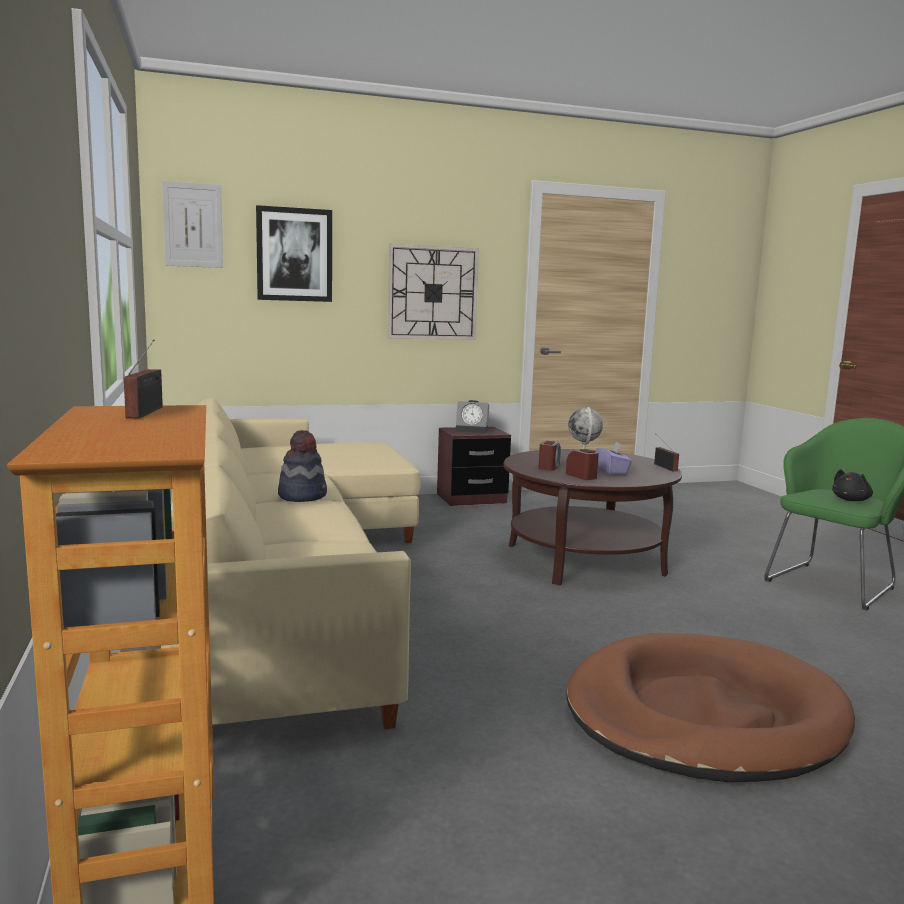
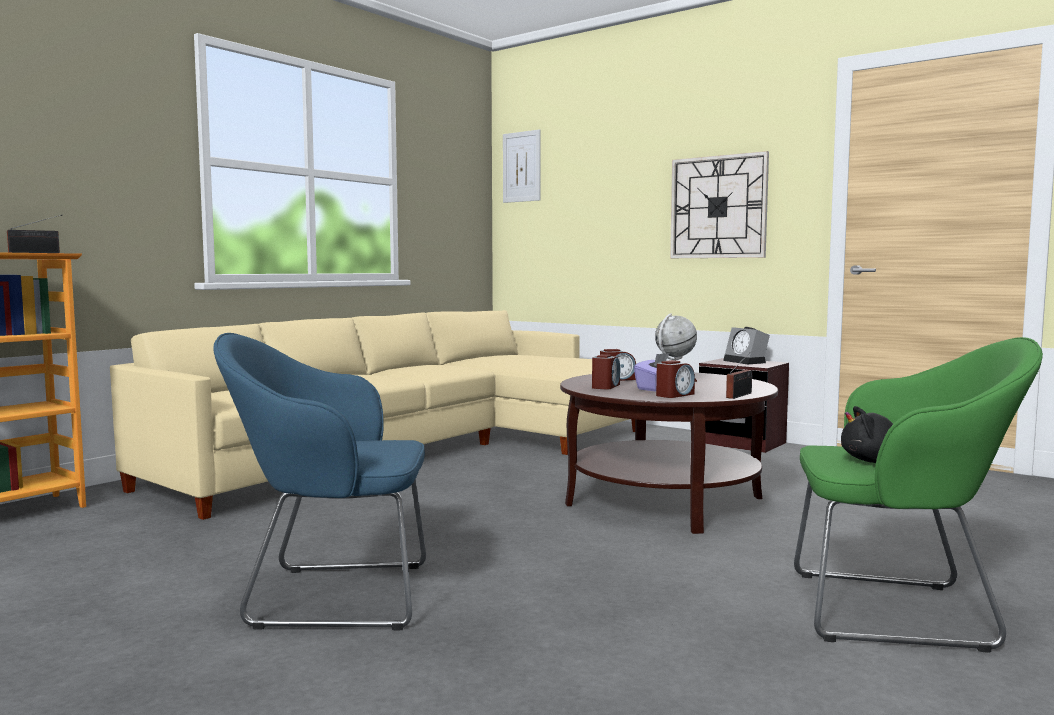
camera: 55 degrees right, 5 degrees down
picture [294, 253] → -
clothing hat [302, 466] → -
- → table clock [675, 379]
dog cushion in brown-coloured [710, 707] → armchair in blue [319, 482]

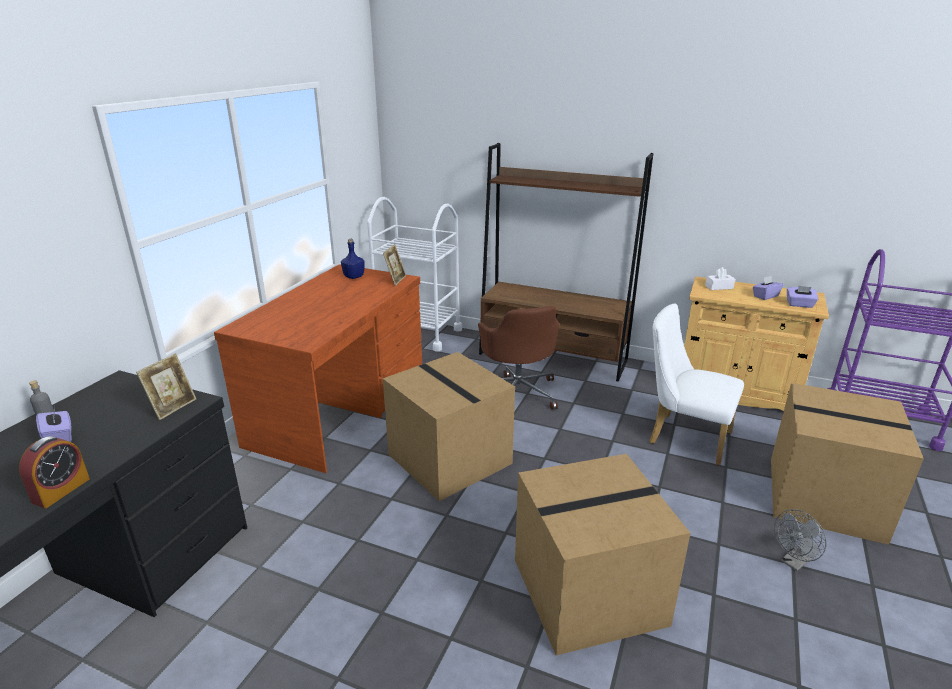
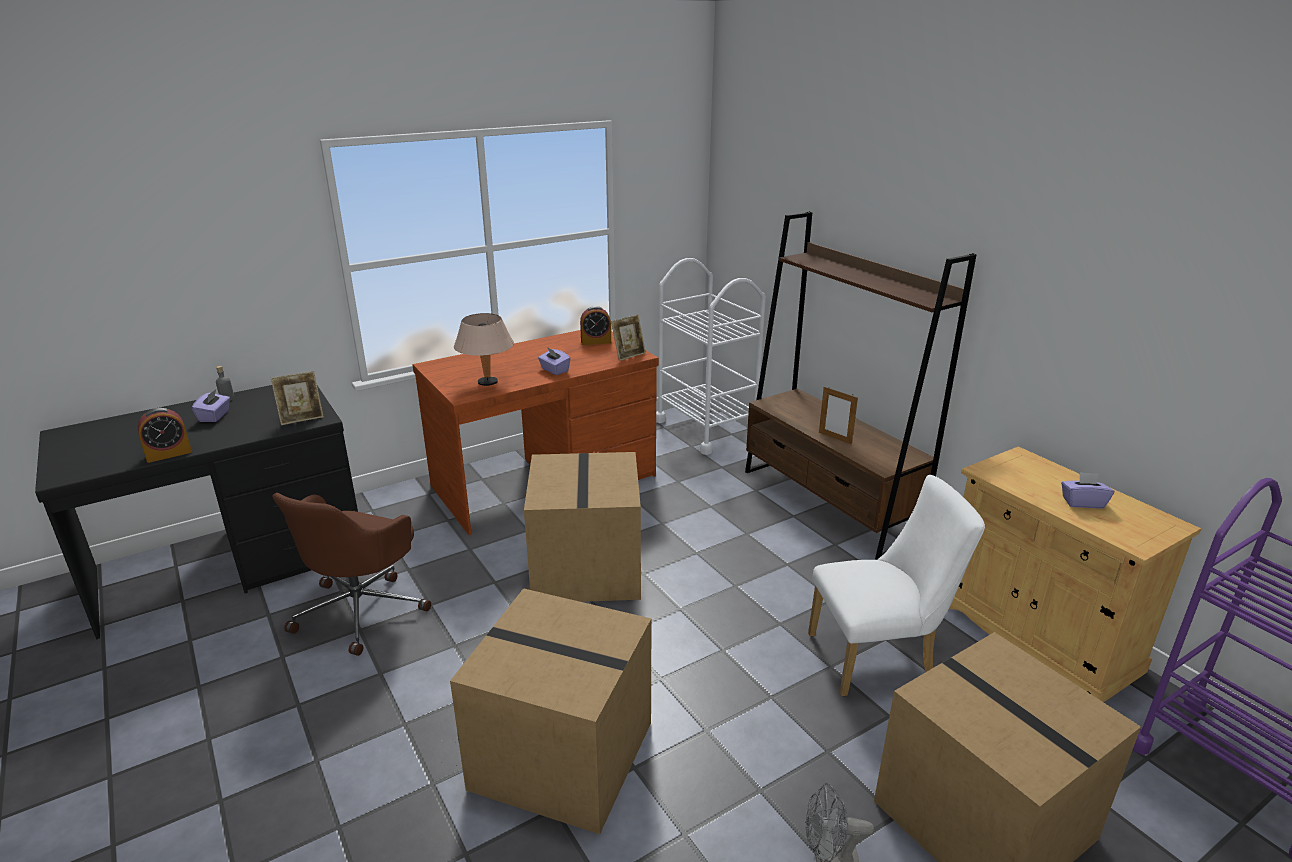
camera: 35 degrees right, 0 degrees up
box of tissues in whitish [720, 278] → -
- → lamp for a table in sand-coloured [484, 349]
- → picture frame [838, 416]
office chair in brown-coloured [518, 357] → office chair in brown-coloured [351, 574], shifted
box of tissues in purple [802, 297] → box of tissues in purple [554, 361], shifted
drink bottle in blue [353, 259] → table clock [595, 325]
plain chair in whitish [697, 384] → plain chair in whitish [896, 585], 105 degrees clockwise

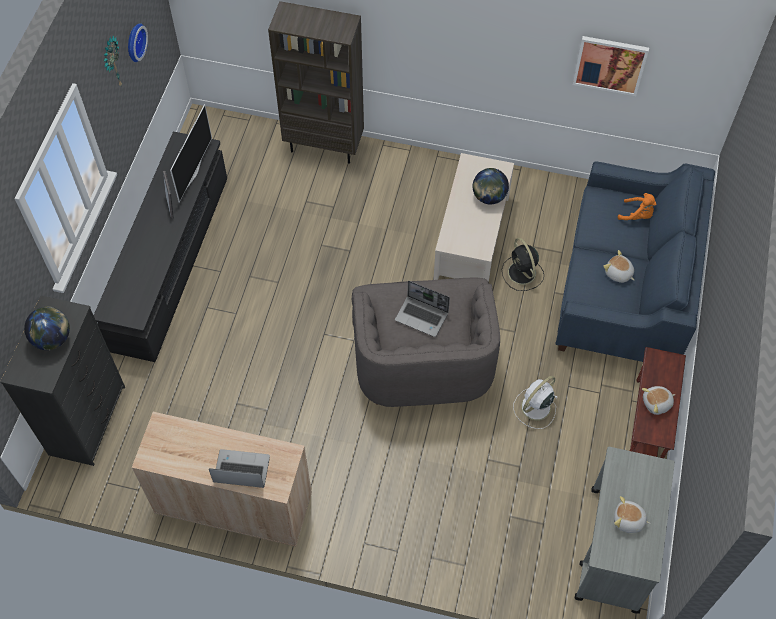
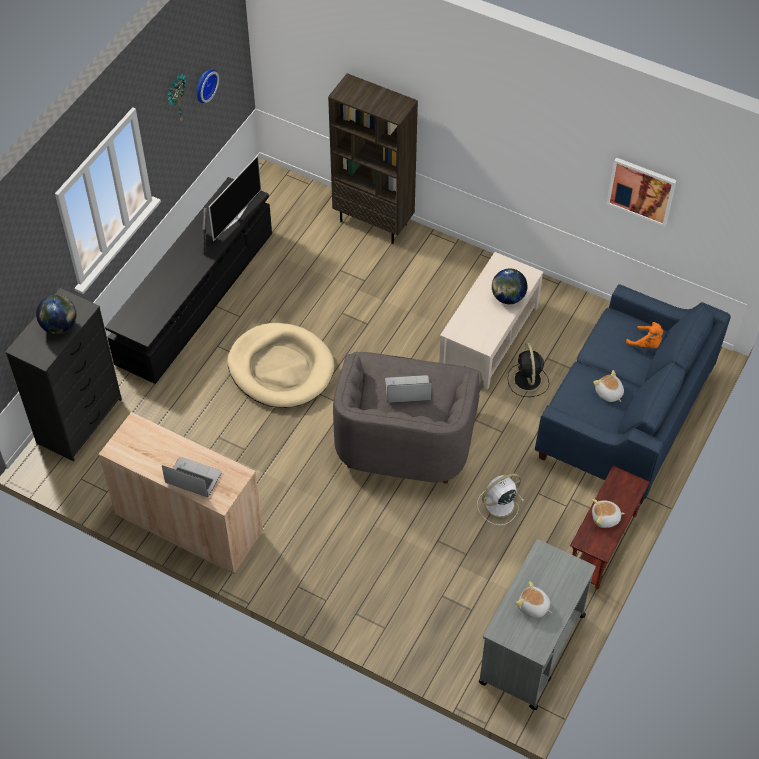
camera: 15 degrees right, 5 degrees down
- → dog cushion in sand-coloured [280, 365]
laptop [422, 309] → laptop [408, 389], 135 degrees clockwise

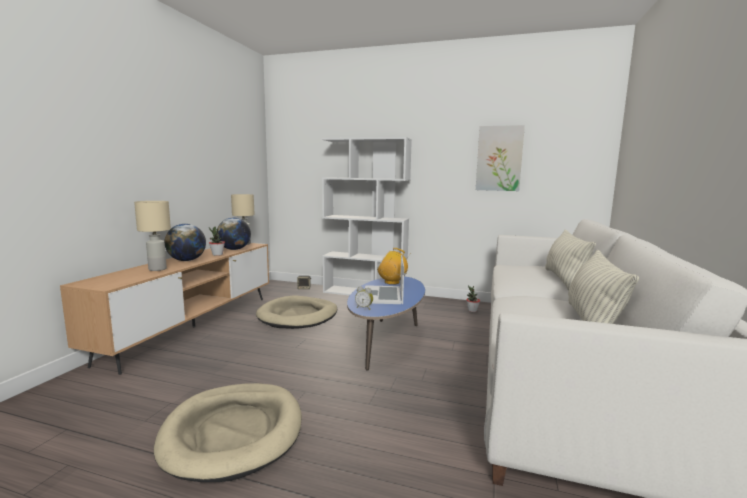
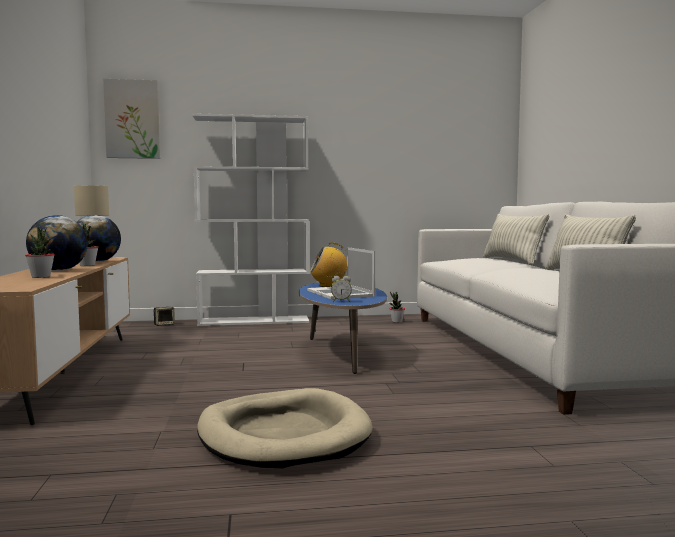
camera: 25 degrees left, 5 degrees down
dog cushion in sand-coloured [296, 312] → -
picture [500, 158] → picture [131, 119], shifted
lamp for a table in sand-coloured [152, 236] → potted plant [40, 252]

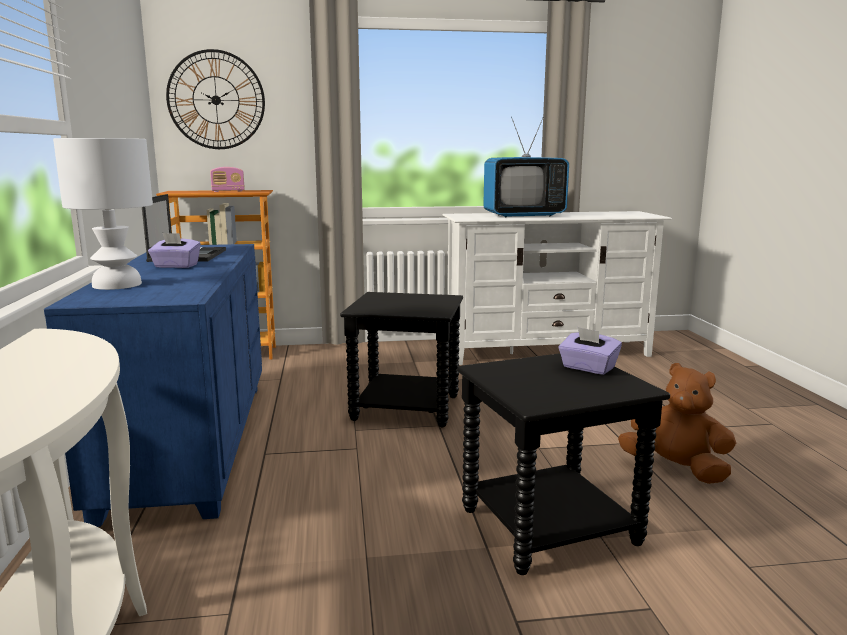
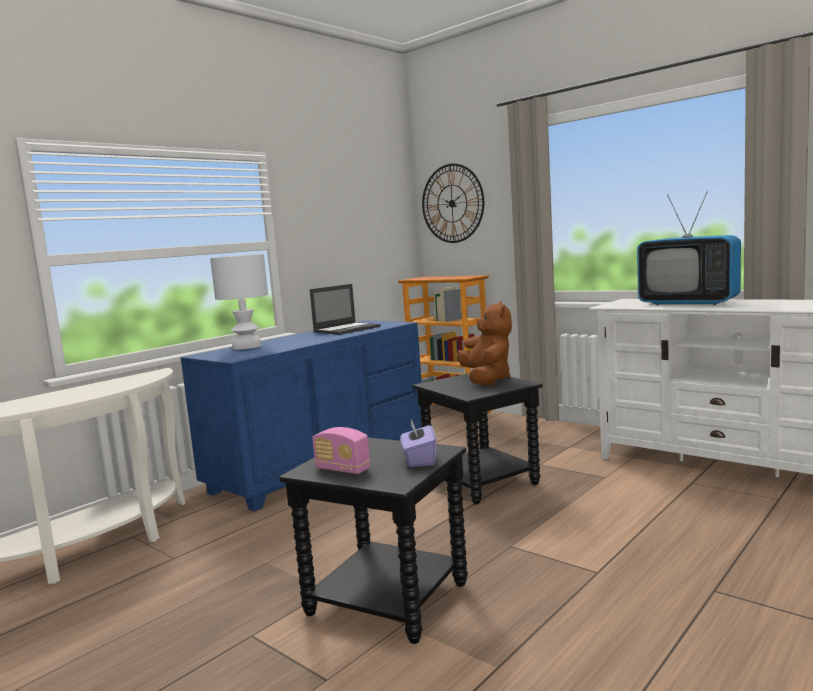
camera: 50 degrees right, 5 degrees down
box of tissues in purple [174, 250] → -
radio [227, 179] → radio [341, 450], shifted
plush toy in brown-coloured [677, 423] → plush toy in brown-coloured [484, 343], shifted

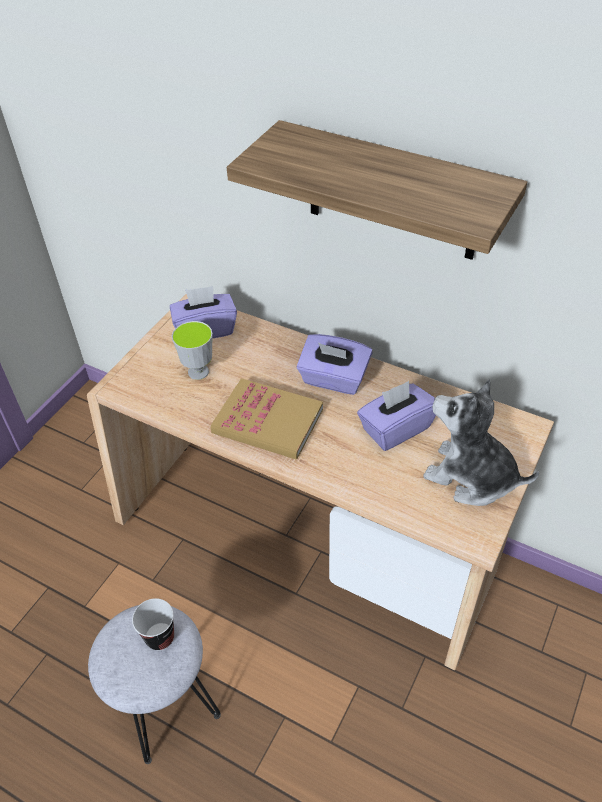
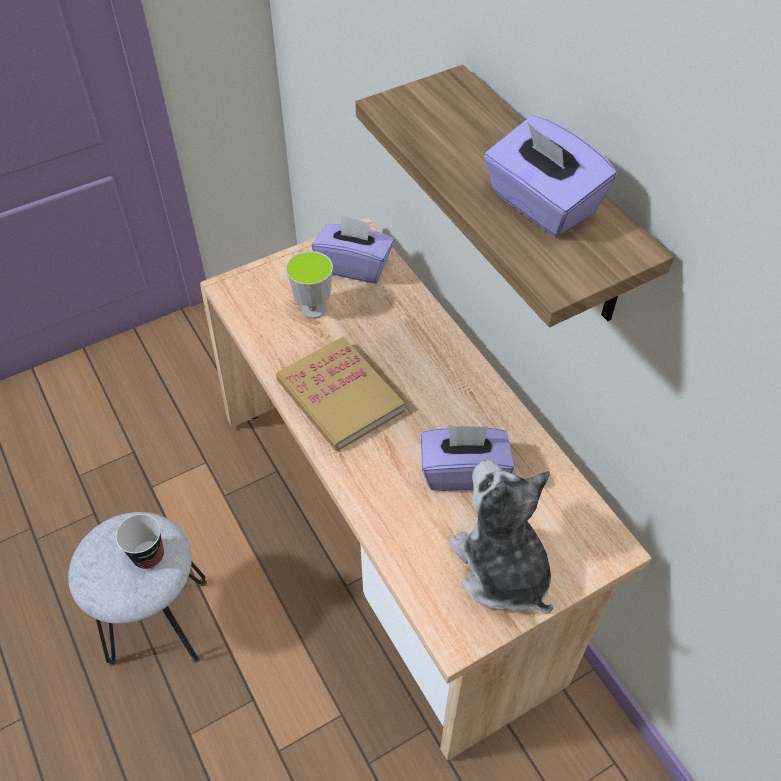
camera: 30 degrees right, 5 degrees up
box of tissues in purple [335, 364] → box of tissues in purple [550, 176], shifted

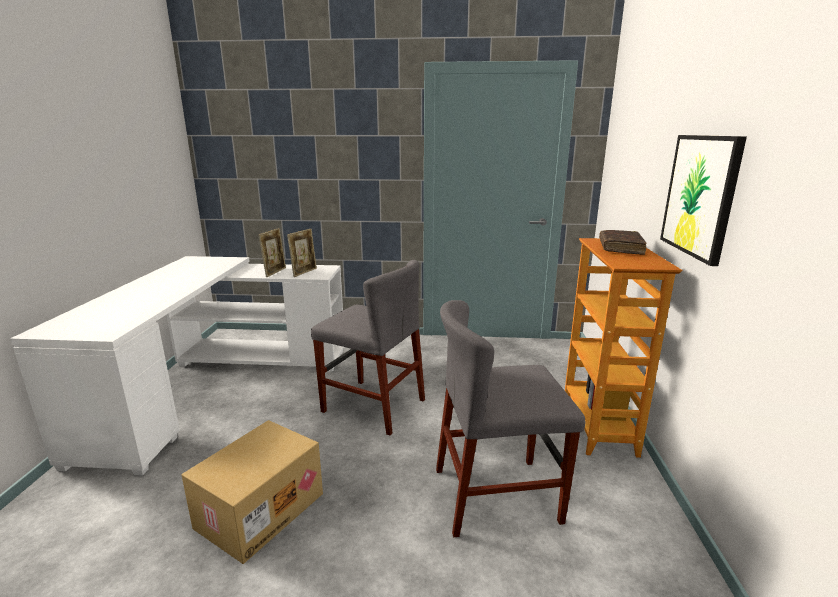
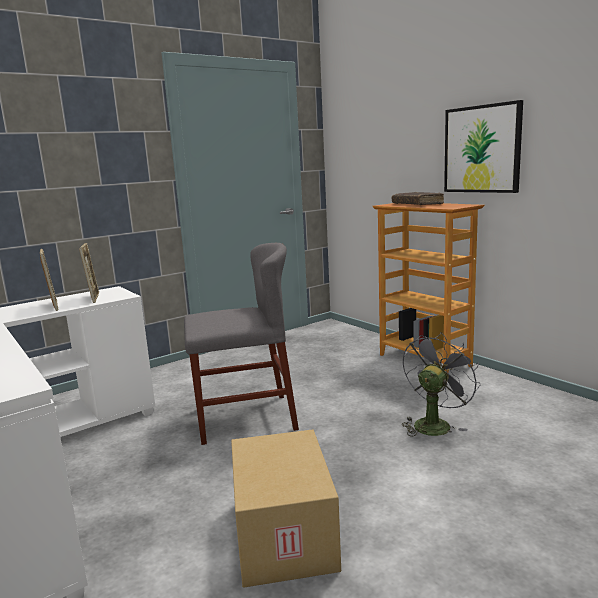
camera: 40 degrees left, 5 degrees down
plain chair in greyish [510, 418] → electric fan in greyish [441, 384]

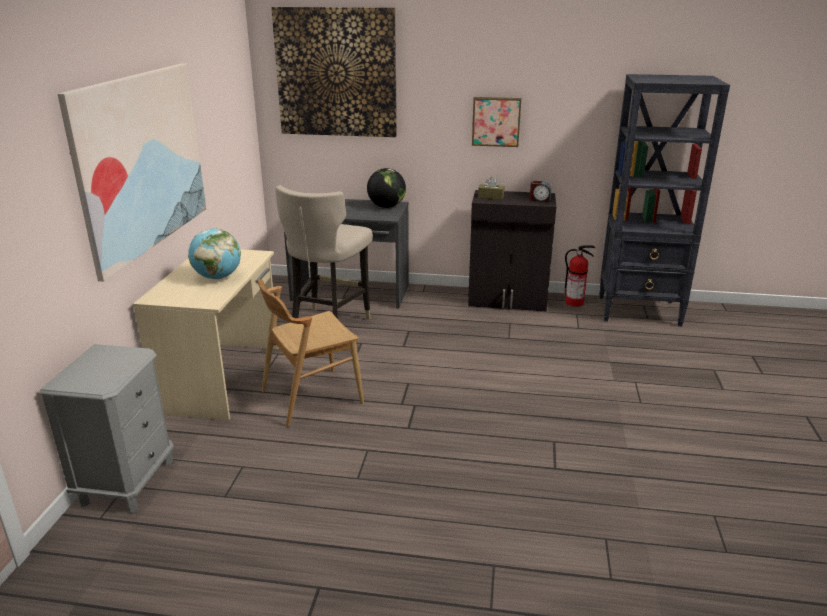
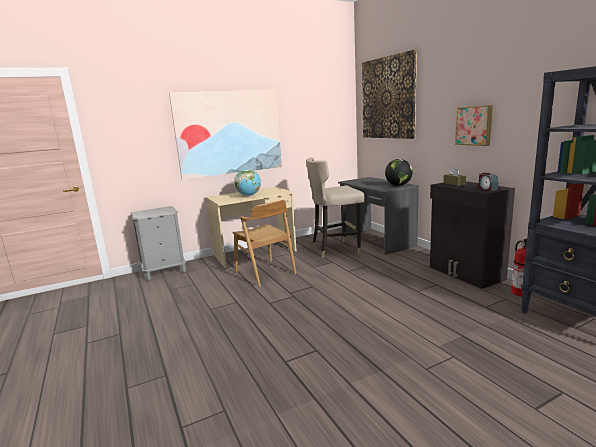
camera: 55 degrees right, 10 degrees down
plain chair in brown-coloured [311, 353] → plain chair in brown-coloured [264, 243], 150 degrees counterclockwise

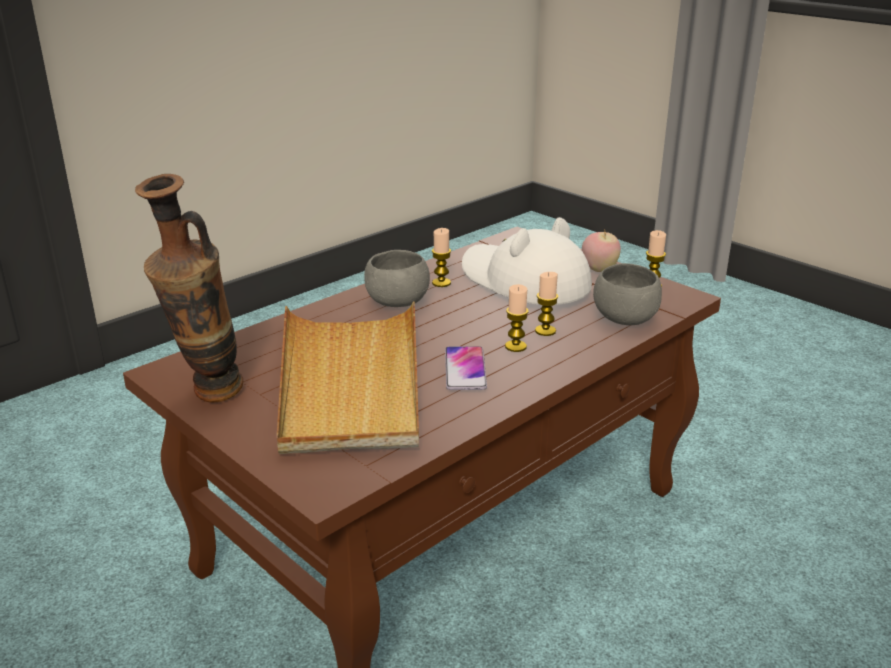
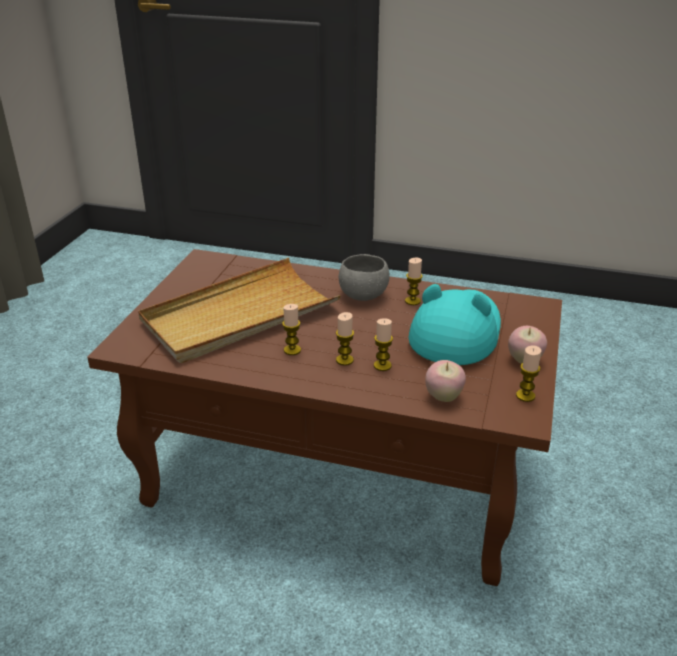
camera: 60 degrees right, 5 degrees up
decorative vase [189, 288] → -
phone [466, 368] → wax candle [291, 329]
serving bowl in greyish [627, 294] → whole apple [445, 381]
clothing hat in whitish [527, 261] → clothing hat in turquoise [454, 324]

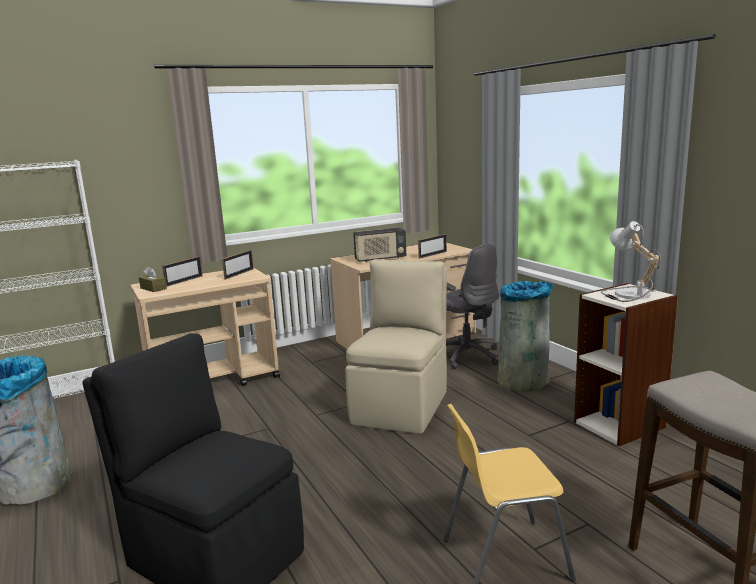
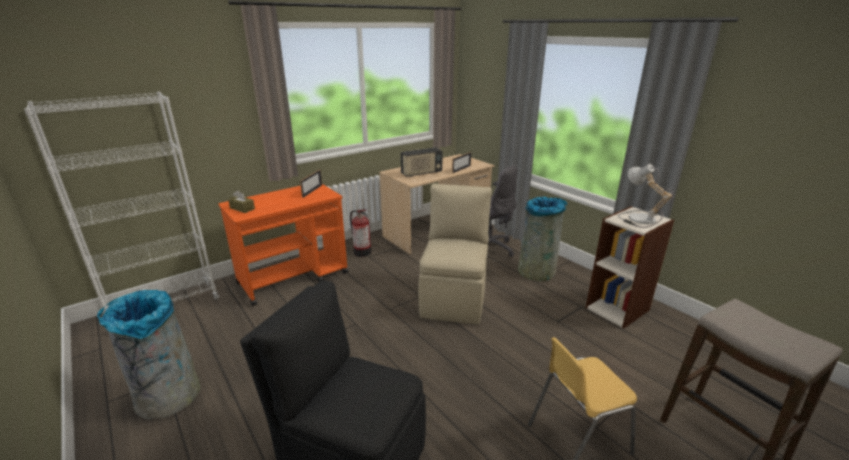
camera: 10 degrees left, 10 degrees up
picture frame [182, 271] → -
- → fire extinguisher [360, 233]
cart in sand-coloured [205, 326] → cart in orangey [283, 245]

